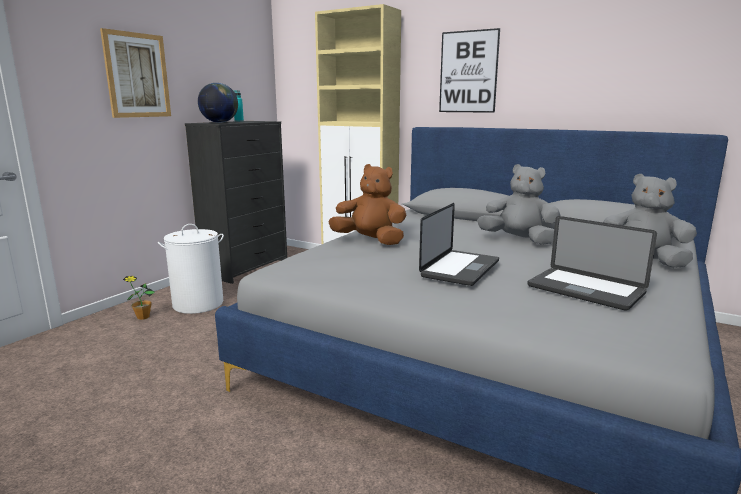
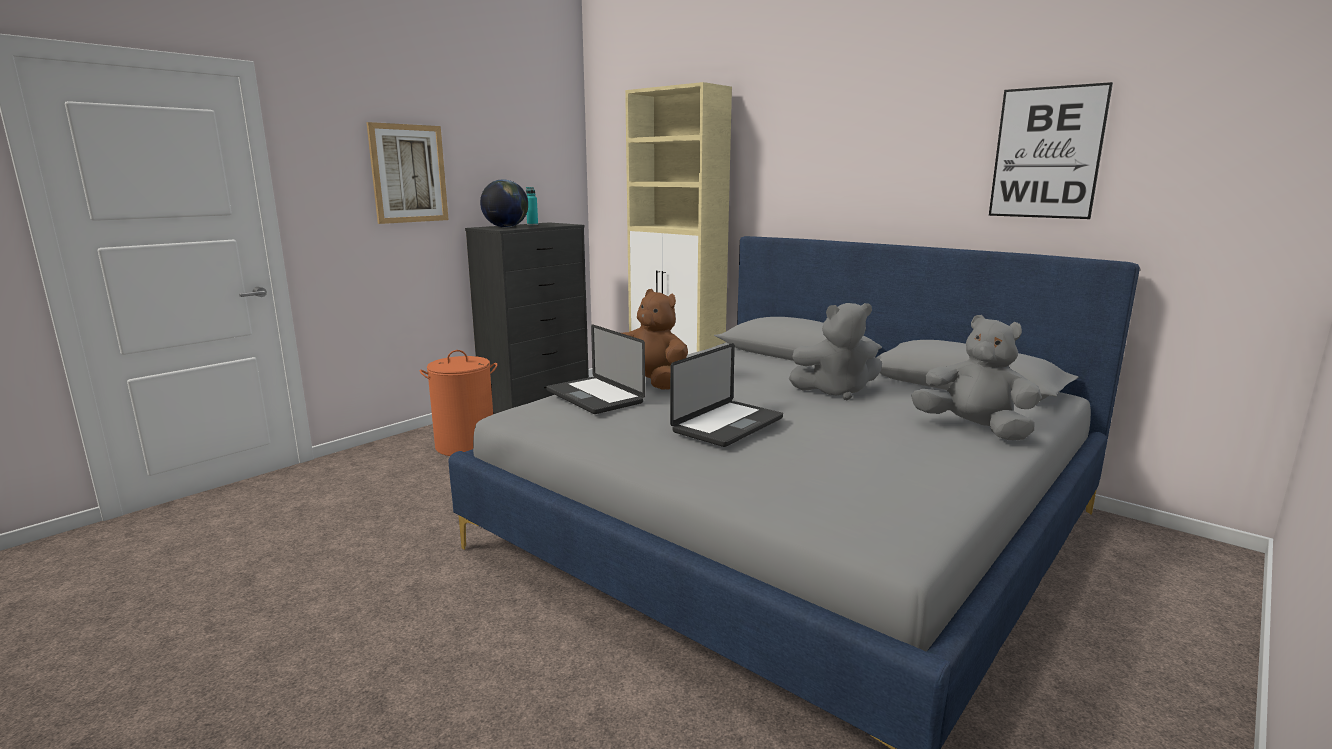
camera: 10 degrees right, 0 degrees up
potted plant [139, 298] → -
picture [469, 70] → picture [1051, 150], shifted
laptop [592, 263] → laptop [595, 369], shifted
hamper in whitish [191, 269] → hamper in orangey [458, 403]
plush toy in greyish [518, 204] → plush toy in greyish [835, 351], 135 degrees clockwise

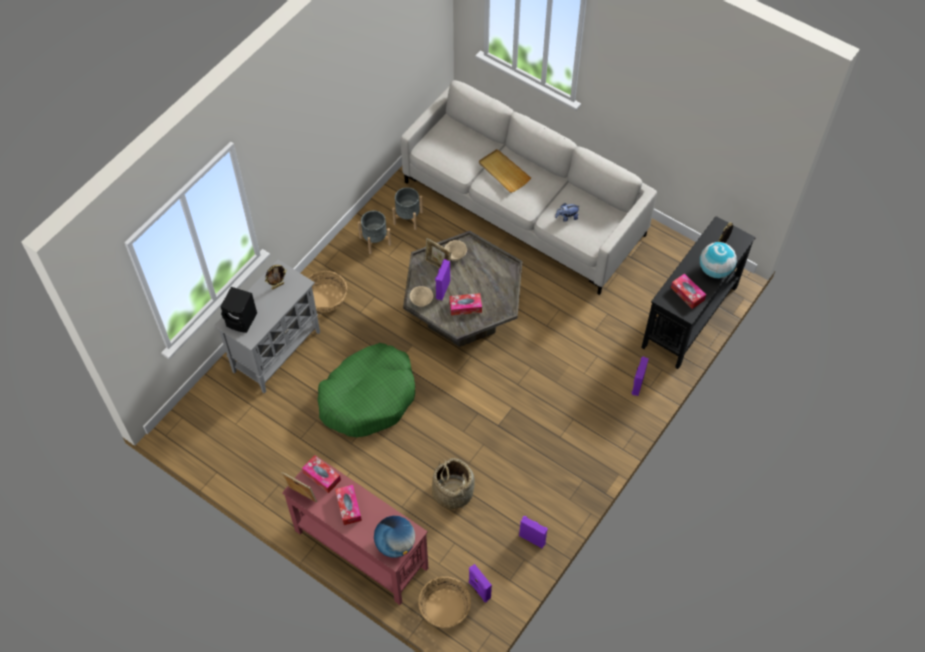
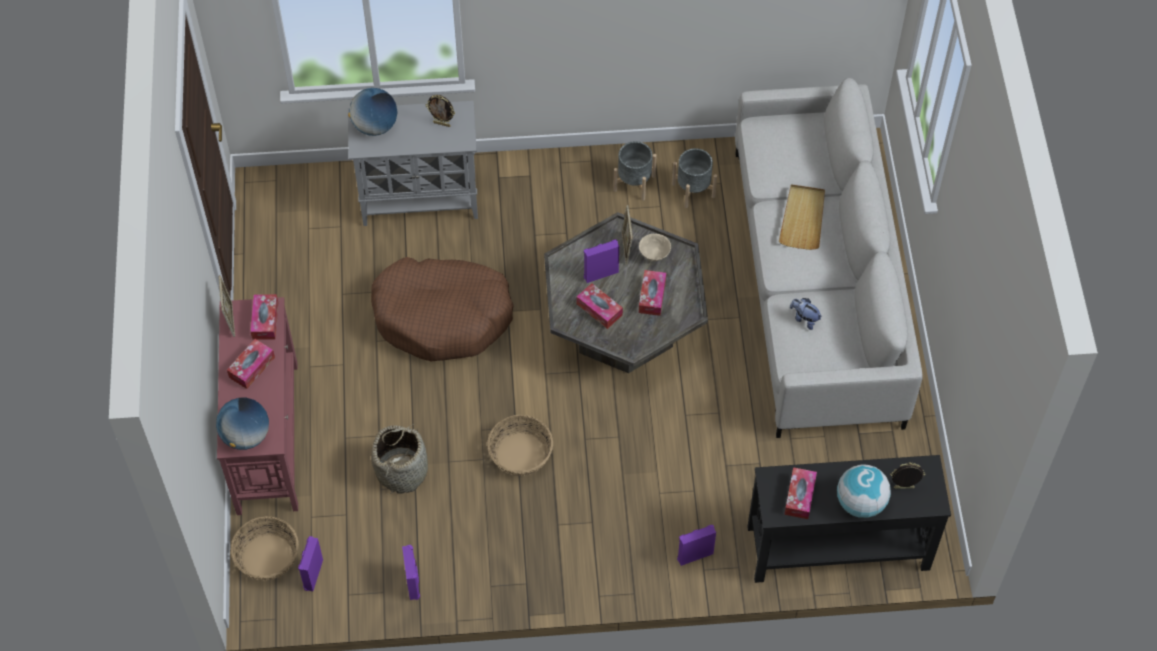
camera: 50 degrees right, 0 degrees up
serving bowl in sand-coloured [421, 296] → -
- → box of tissues [652, 293]
storage basket [327, 291] → storage basket [520, 445], shifted
loudspeaker in blackish [238, 310] → desk globe [372, 112]
dog cushion in green [366, 390] → dog cushion in brown-coloured [442, 309]

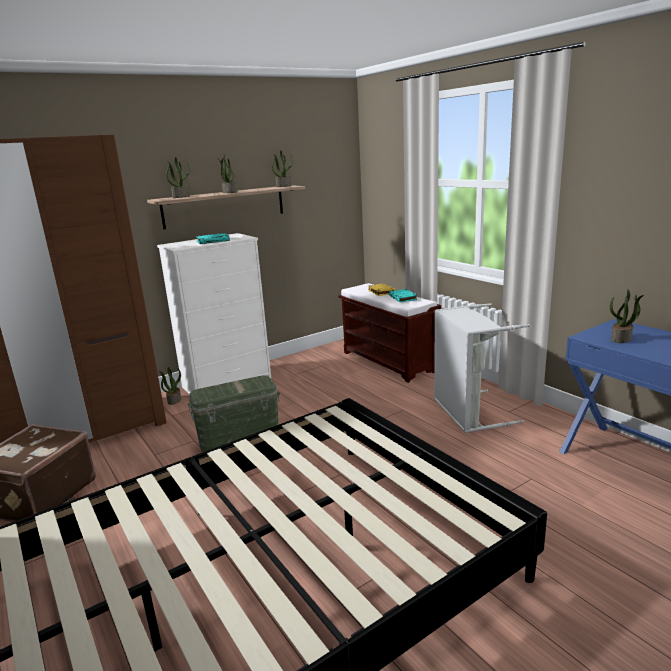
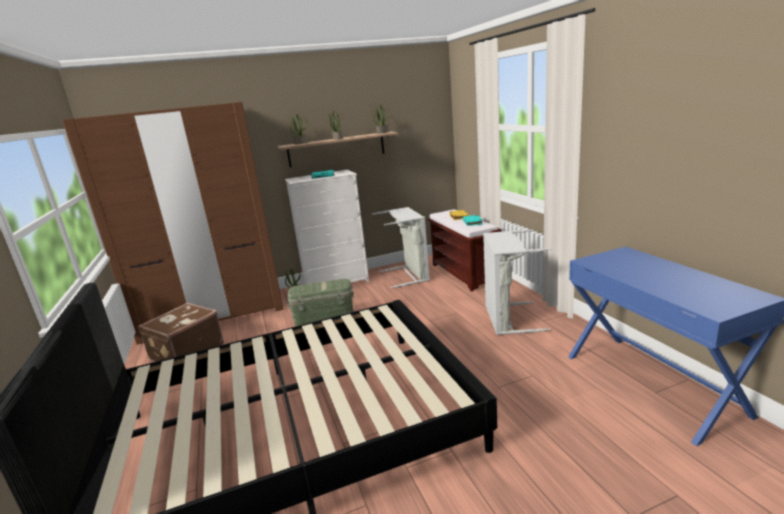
camera: 15 degrees right, 0 degrees up
potted plant [627, 316] → -
- → hamper in greyish [401, 247]

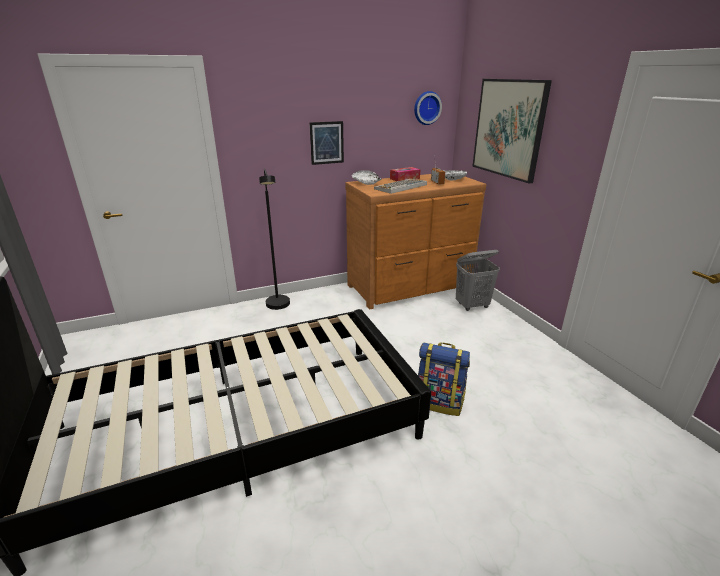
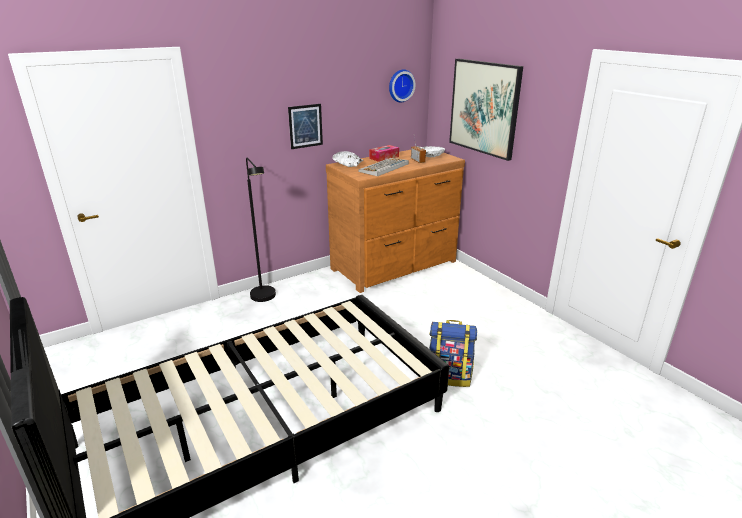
camera: 10 degrees left, 0 degrees up
hamper in greyish [478, 280] → -

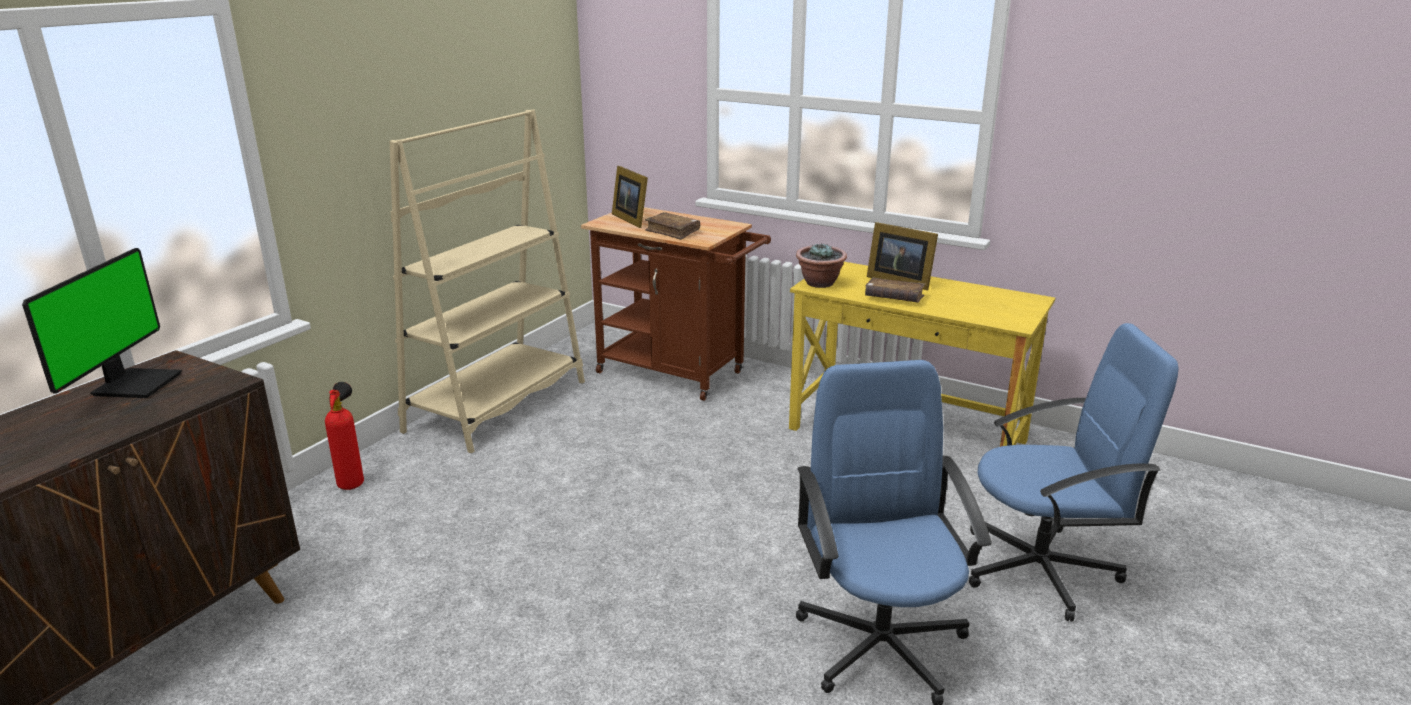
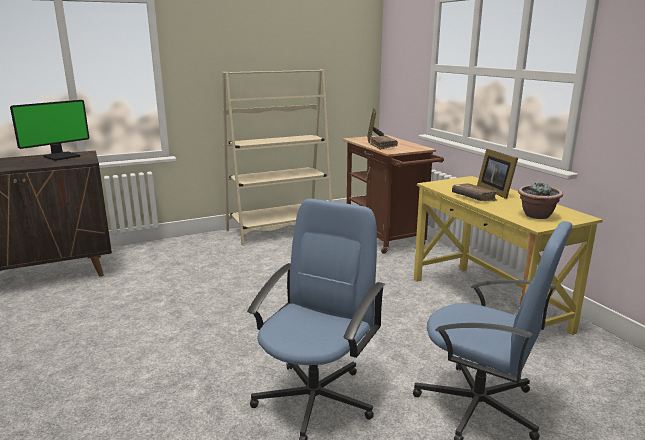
camera: 35 degrees right, 5 degrees down
fire extinguisher [344, 436] → -
potted plant [821, 265] → potted plant [540, 200], shifted

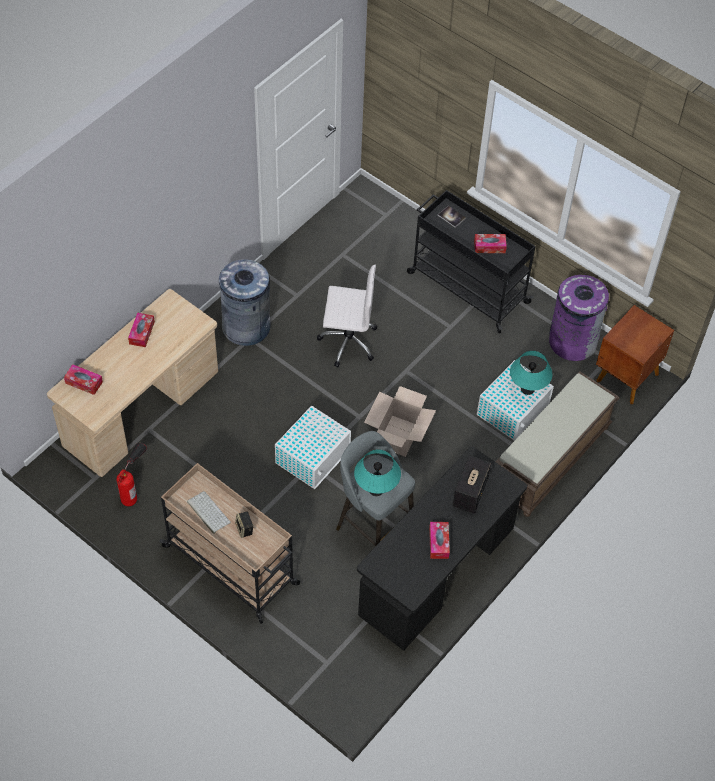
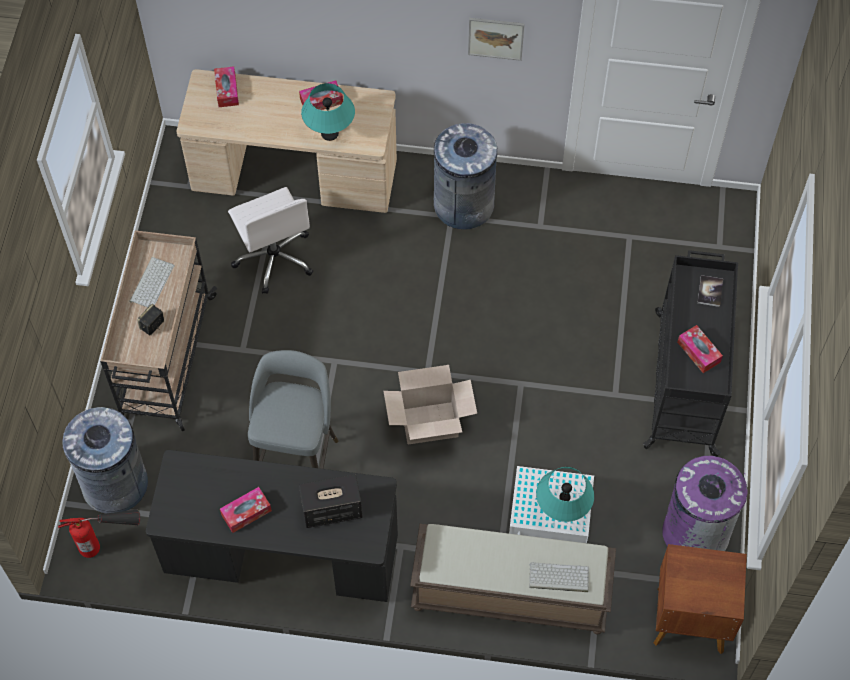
camera: 60 degrees right, 5 degrees up
storage container in whitish [313, 447] → -
- → waste bin in greyish [105, 460]
- → picture [496, 39]
- → computer keyboard [559, 577]
fire extinguisher [131, 474] → fire extinguisher [99, 533], shifted
office chair in whitish [347, 315] → office chair in whitish [270, 240], shifted
lamp for a table in turquoise [377, 472] → lamp for a table in turquoise [328, 112], shifted

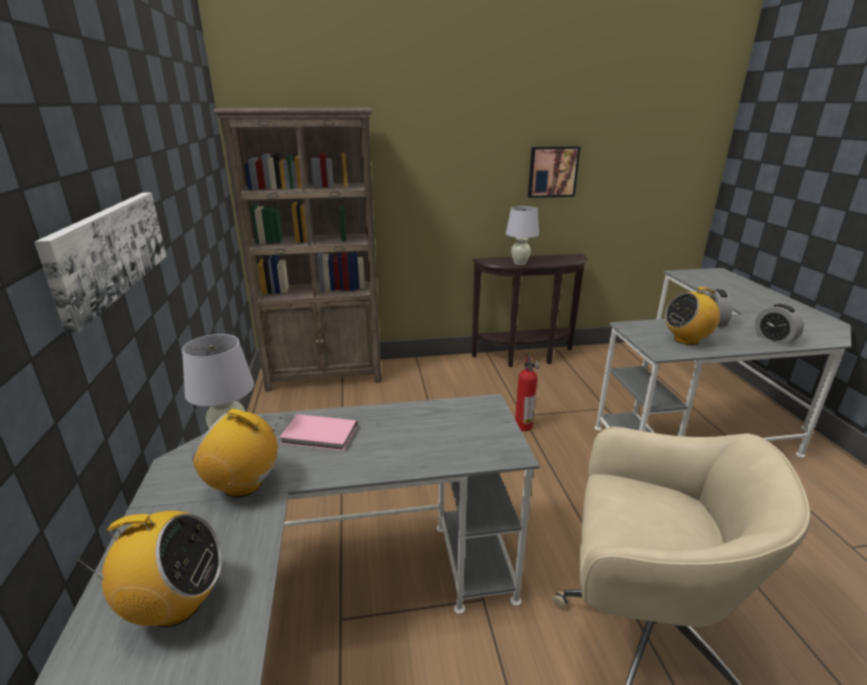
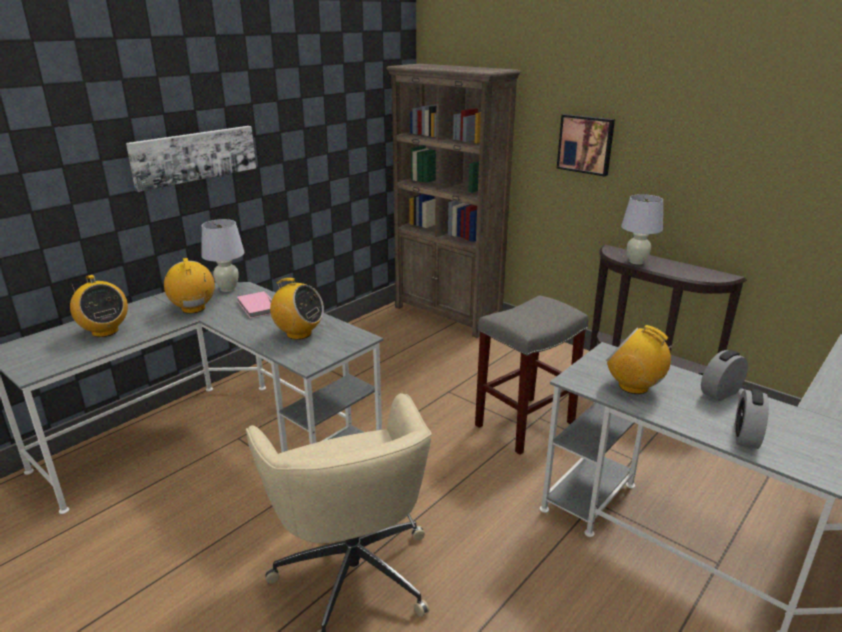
camera: 50 degrees right, 0 degrees up
- → radio [293, 309]
picture [554, 172] → picture [586, 145], shifted
fire extinguisher [527, 392] → sitting stool in greyish [532, 375]

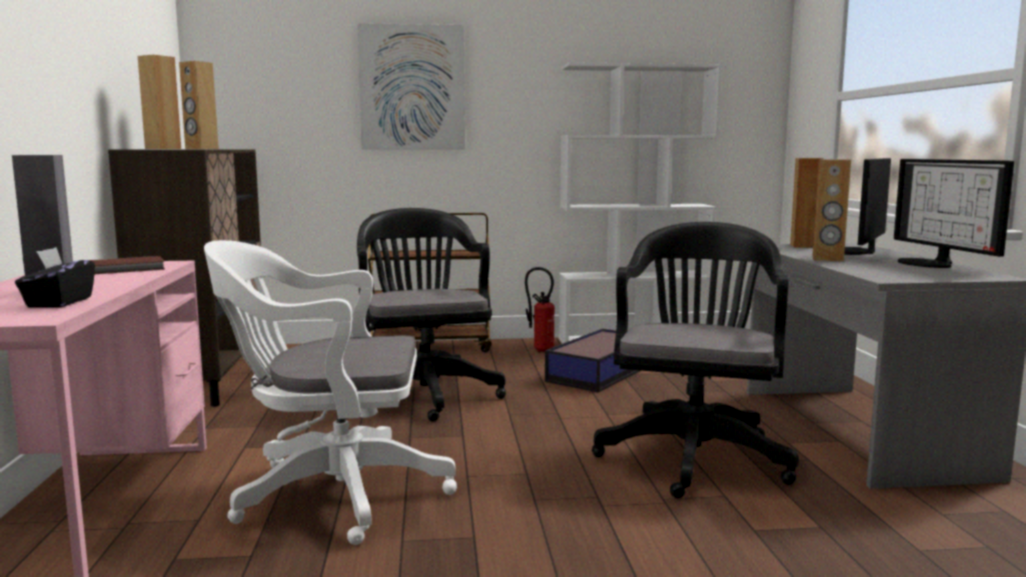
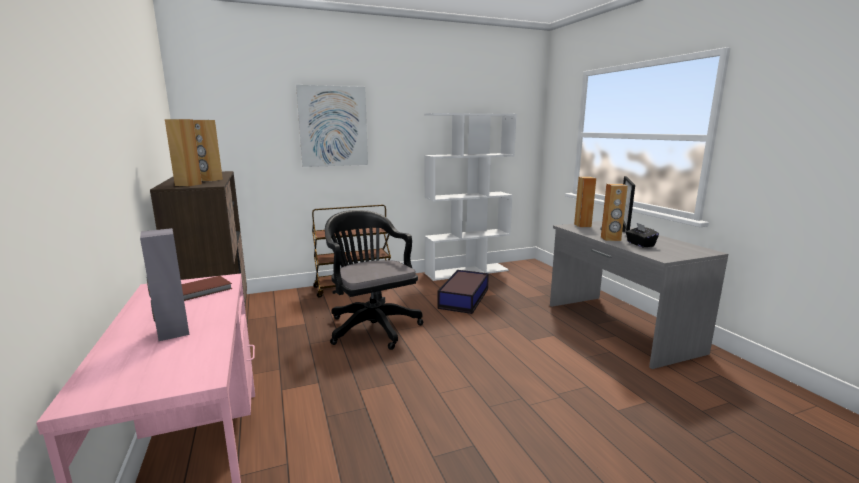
camera: 15 degrees left, 5 degrees up
office chair in whitish [330, 392] → -
fire extinguisher [540, 309] → -
office chair in blackish [695, 360] → -
monitor [954, 213] → -
box of tissues in blackish [55, 277] → box of tissues in blackish [642, 235], shifted

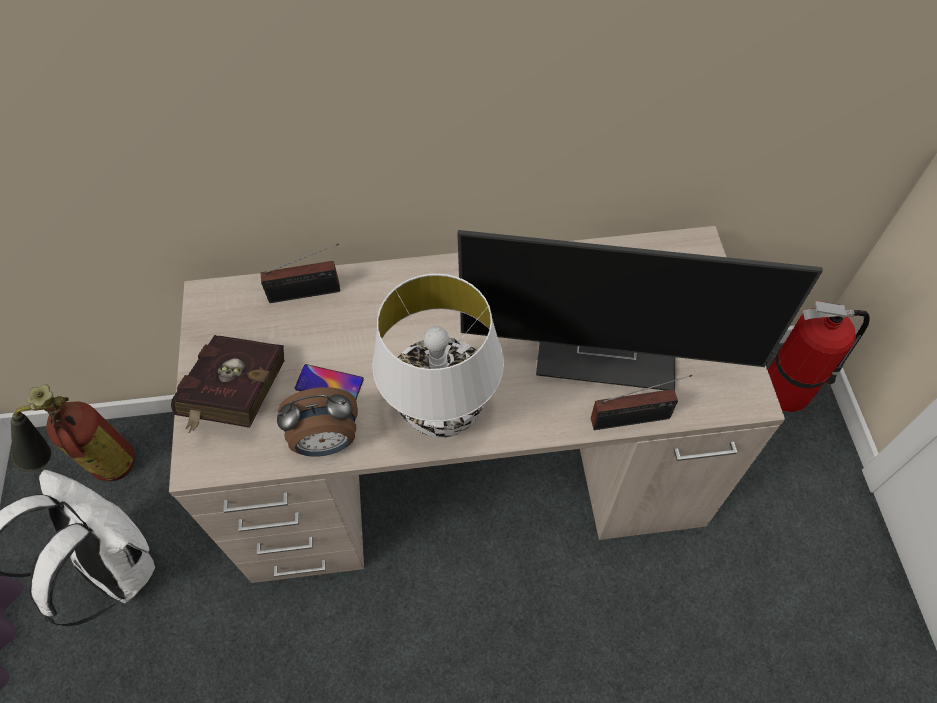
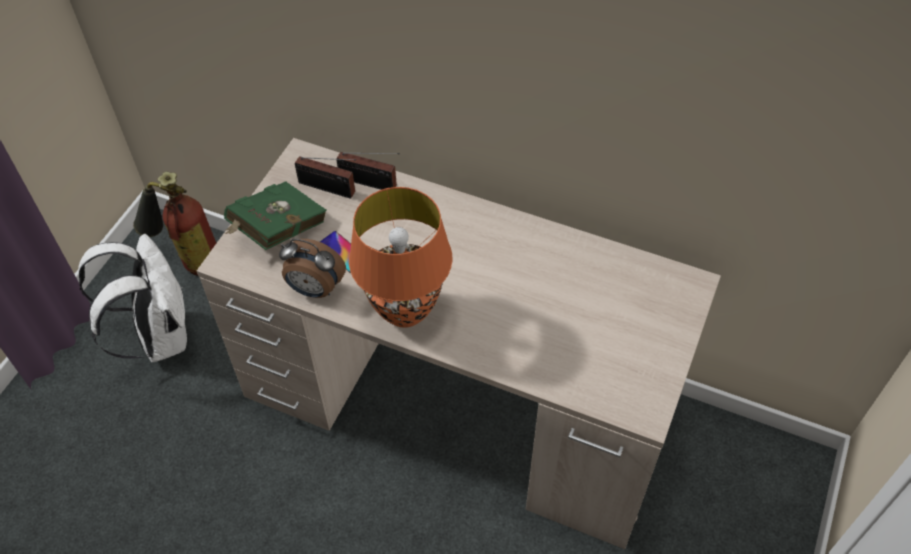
camera: 30 degrees right, 5 degrees down
monitor [640, 310] → -
fire extinguisher [819, 356] → -
radio [641, 402] → radio [325, 177], shifted
volume in red-coloured [227, 384] → volume in green [275, 215]
lamp for a table in whitish [438, 356] → lamp for a table in orangey [400, 257]

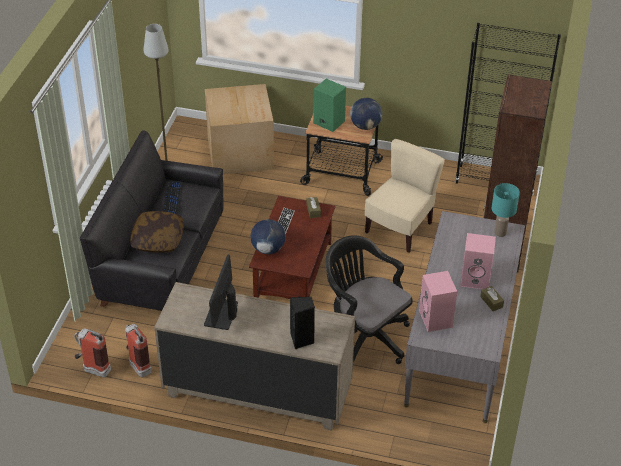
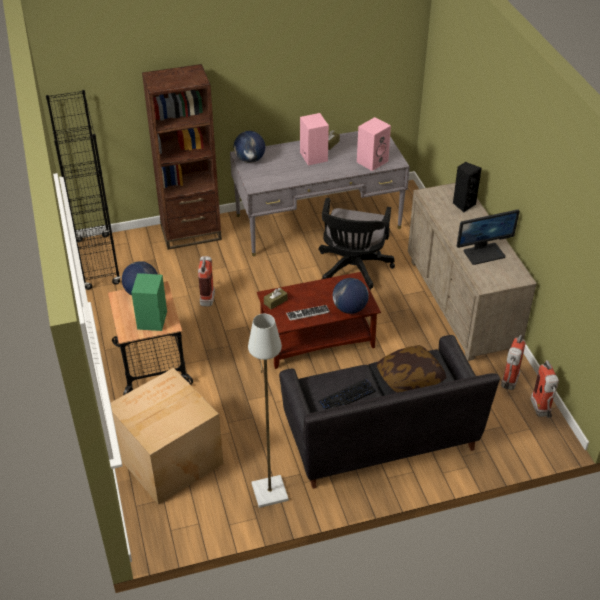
camera: 120 degrees left, 0 degrees up
plain chair in sand-coloured [405, 196] → fire extinguisher [206, 281]
lamp for a table in turquoise [506, 210] → desk globe [249, 147]

